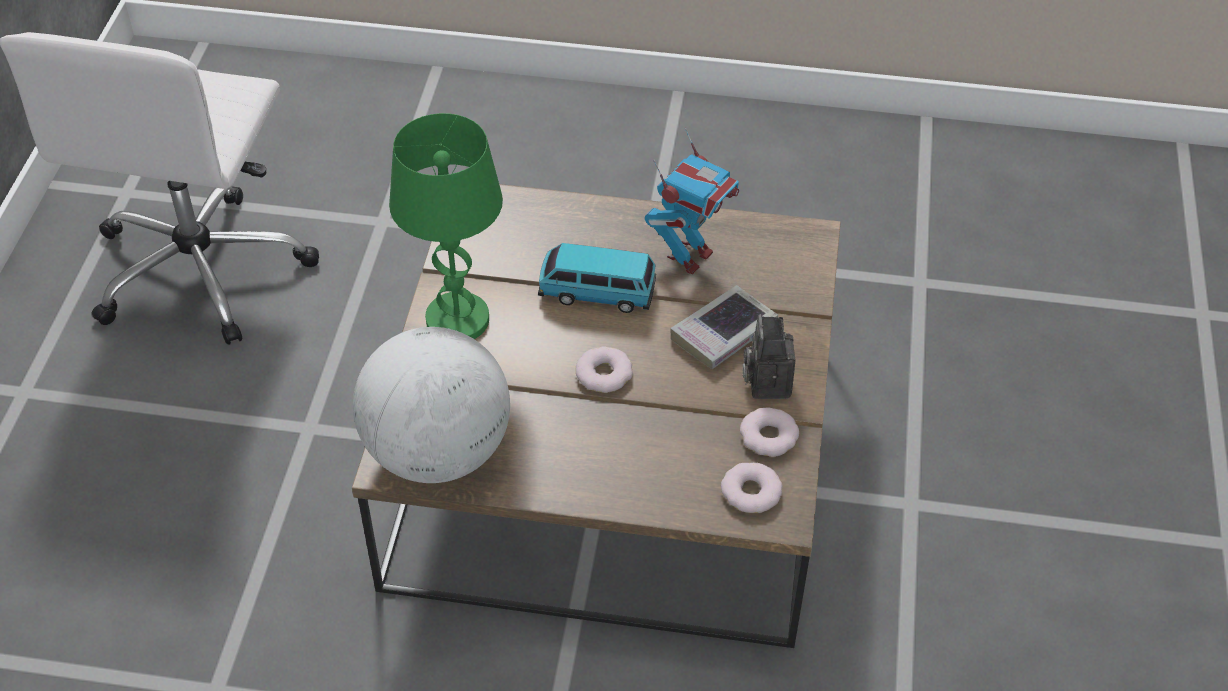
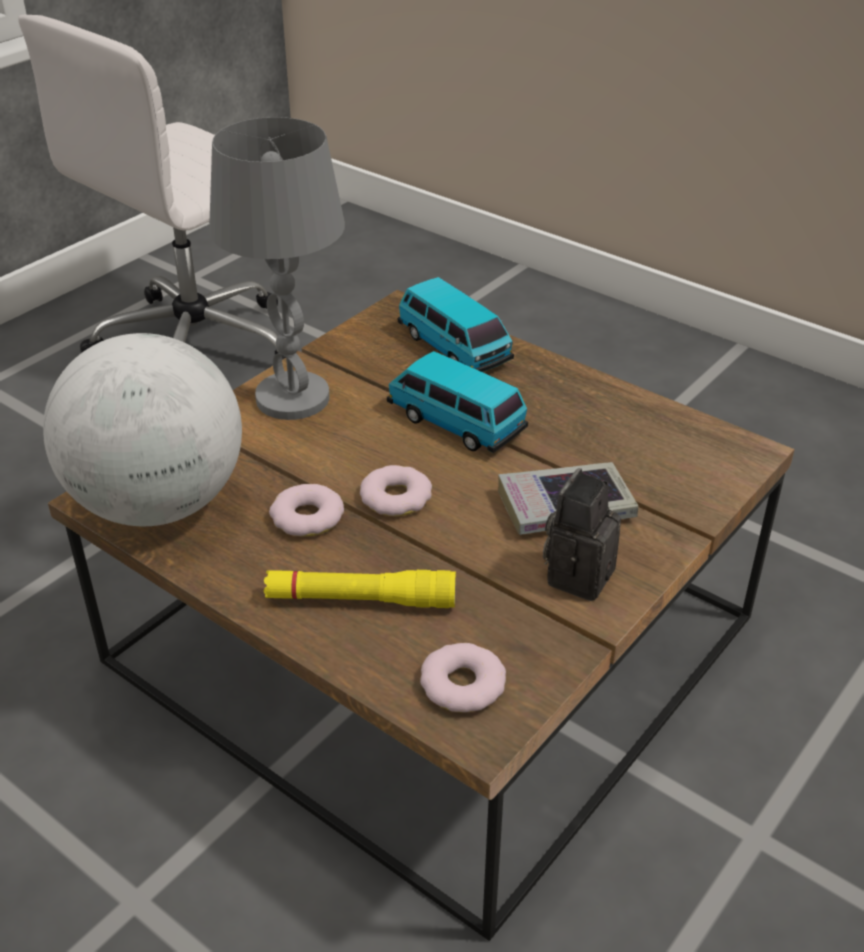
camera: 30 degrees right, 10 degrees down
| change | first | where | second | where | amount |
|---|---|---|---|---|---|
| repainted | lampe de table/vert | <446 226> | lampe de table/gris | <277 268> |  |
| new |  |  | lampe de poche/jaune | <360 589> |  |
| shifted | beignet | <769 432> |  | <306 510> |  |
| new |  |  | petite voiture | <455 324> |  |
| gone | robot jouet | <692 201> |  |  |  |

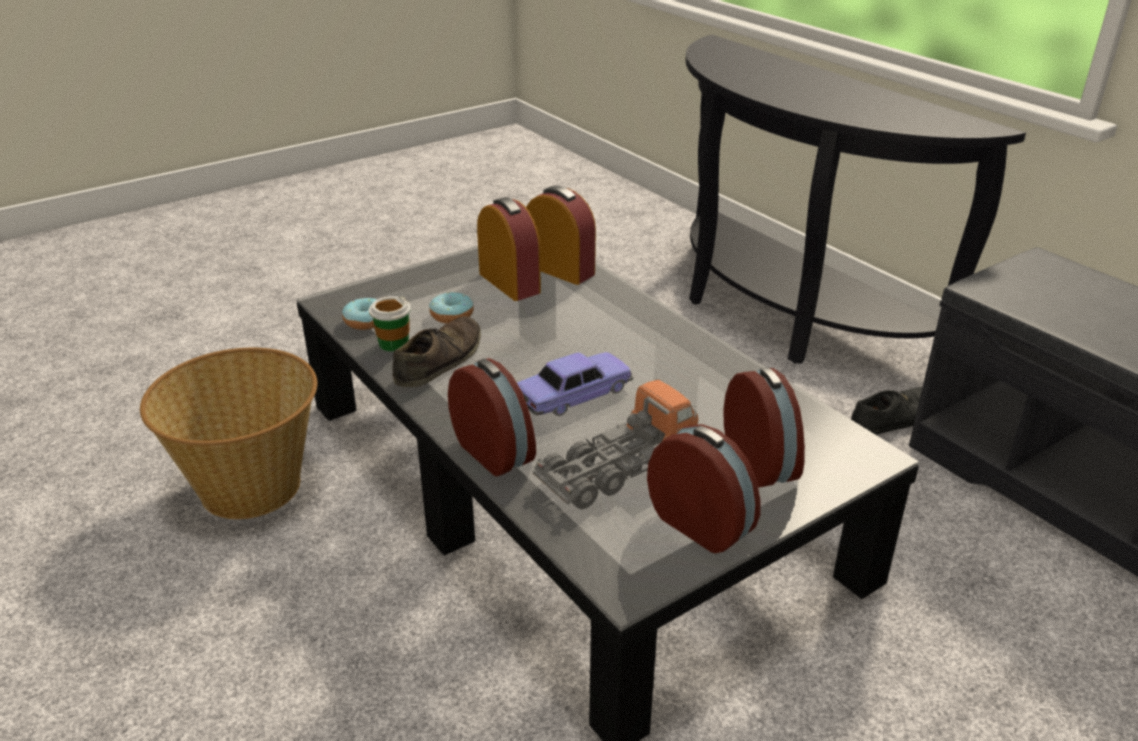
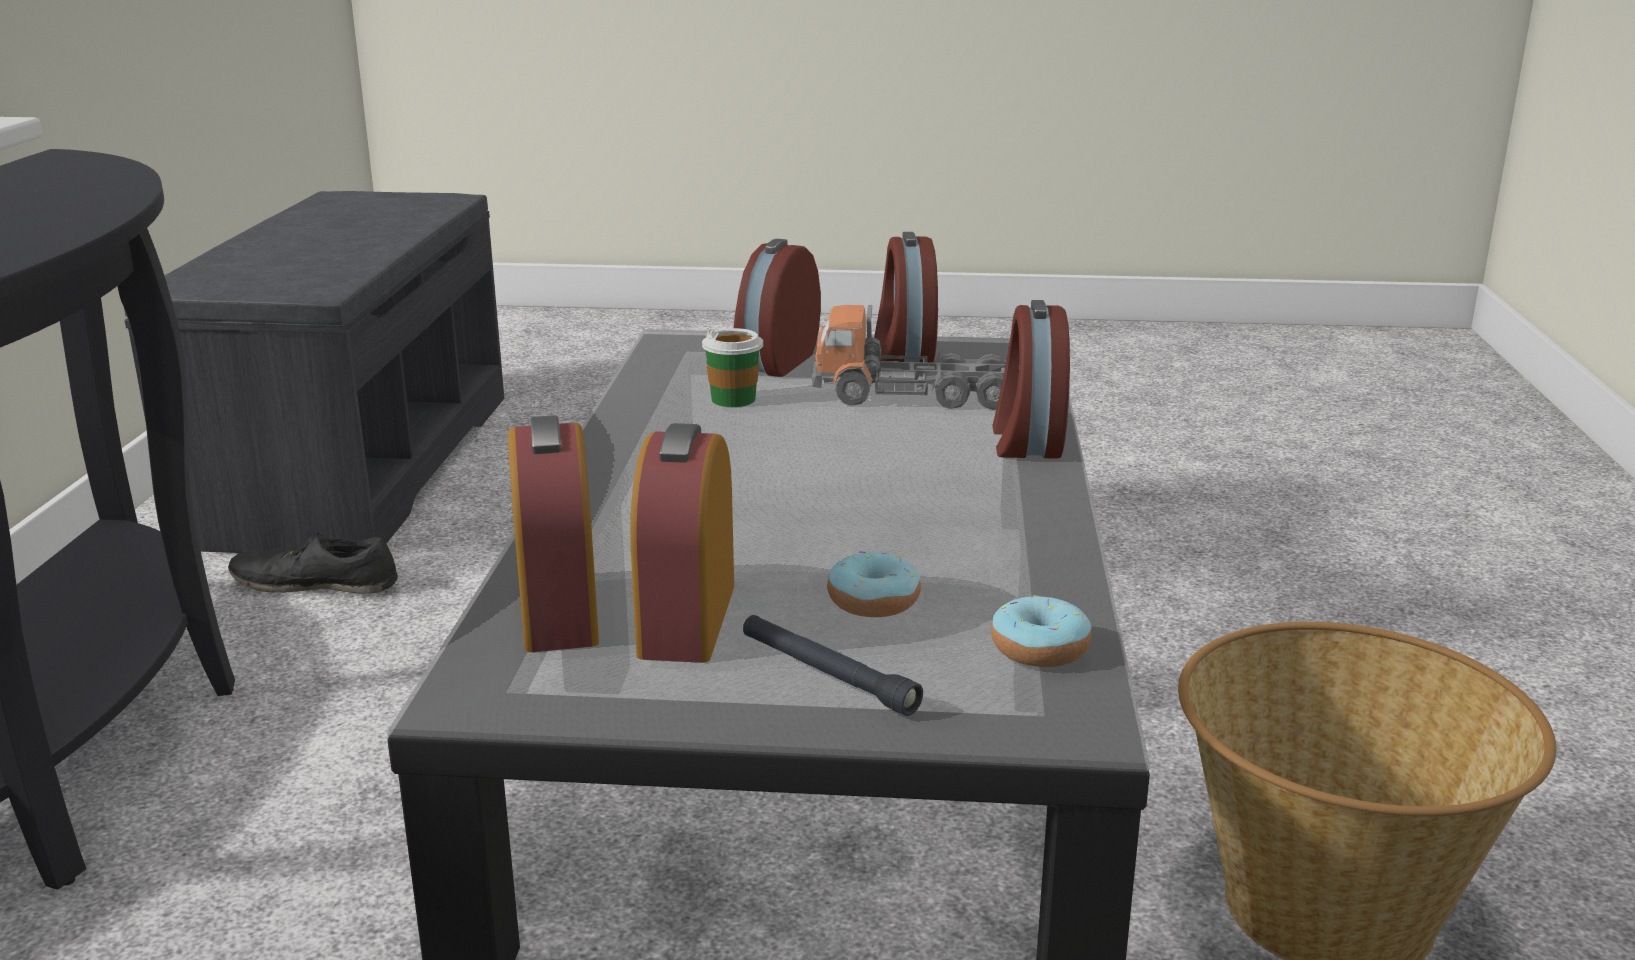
camera: 140 degrees left, 10 degrees down
| change | first | where | second | where | amount |
|---|---|---|---|---|---|
| shifted | tasse | <390 324> |  | <732 367> |  |
| new |  |  | lampe de poche/noir | <833 665> |  |
| gone | chaussure/marron | <436 351> |  |  |  |
| gone | petite voiture | <575 384> |  |  |  |

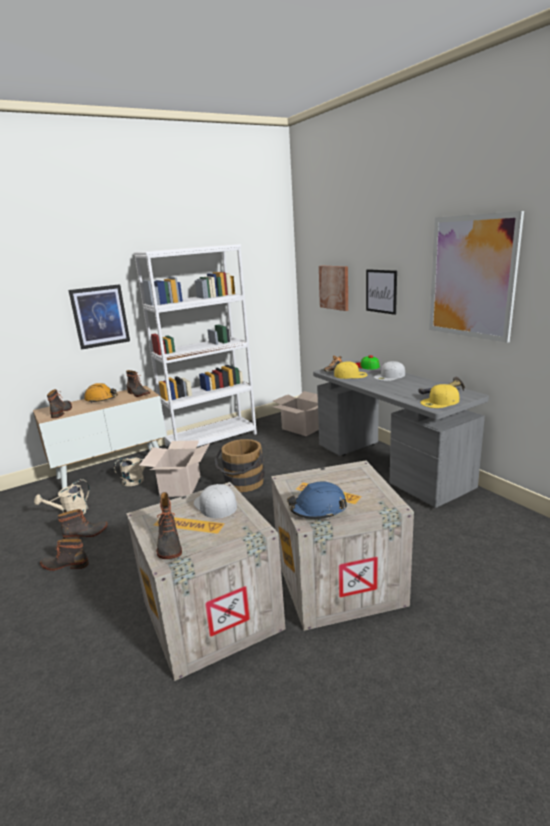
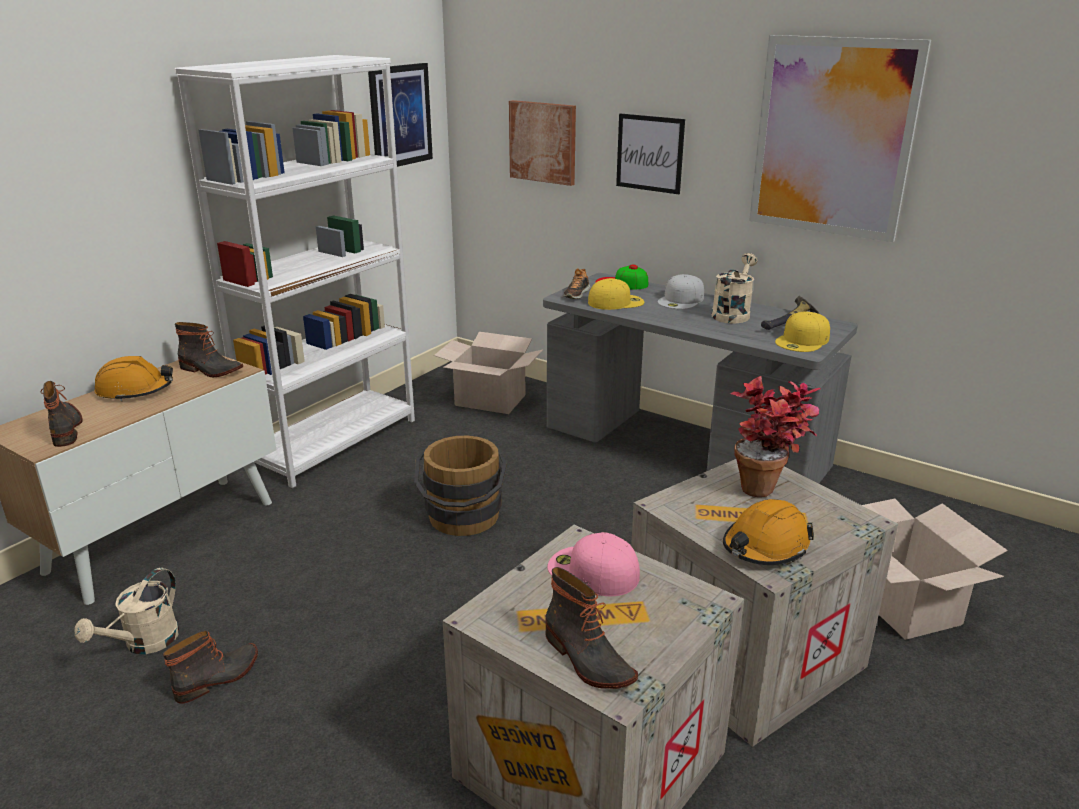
camera: 25 degrees left, 5 degrees up
| change | first | where | second | where | amount |
|---|---|---|---|---|---|
| shifted | tableau | <99 317> |  | <400 115> |  |
| repainted | casquette/blanc | <215 501> | casquette/rose | <593 564> |  |
| shifted | arrosoir/beige | <133 466> |  | <735 288> |  |
| repainted | casque de chantier/bleu | <317 500> | casque de chantier/orange | <768 532> |  |
| new |  |  | plante en pot | <775 436> |  |
| shifted | carton | <174 468> |  | <935 569> |  |
| gone | botte | <64 555> |  |  |  |

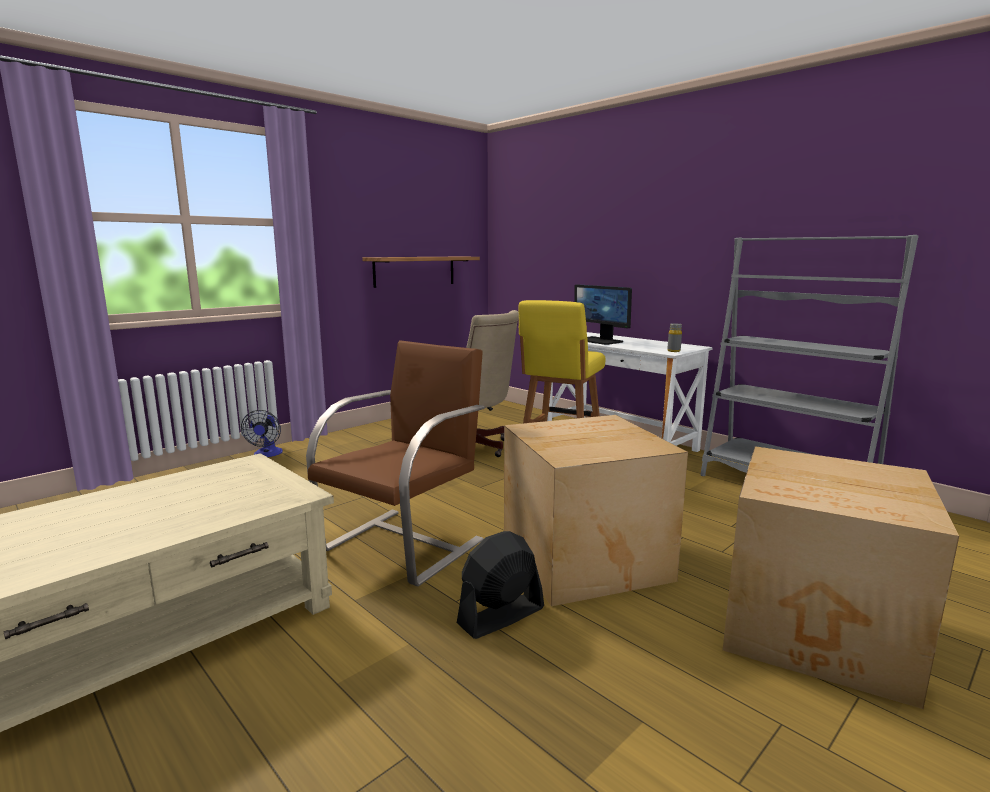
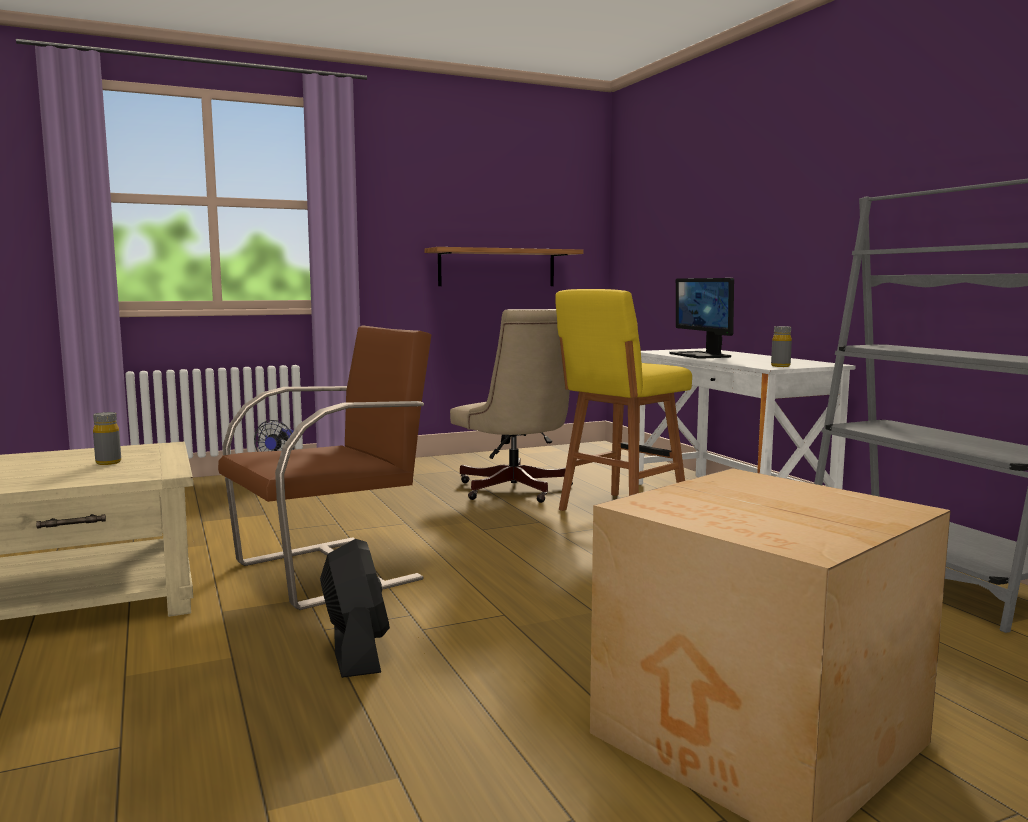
camera: 20 degrees right, 5 degrees down
| change | first | where | second | where | amount |
|---|---|---|---|---|---|
| new |  |  | bouteille/gris | <107 438> |  |
| rotated | ventilateur/noir | <500 585> |  | <355 608> | 90 degrees clockwise |
| gone | carton | <596 510> |  |  |  |

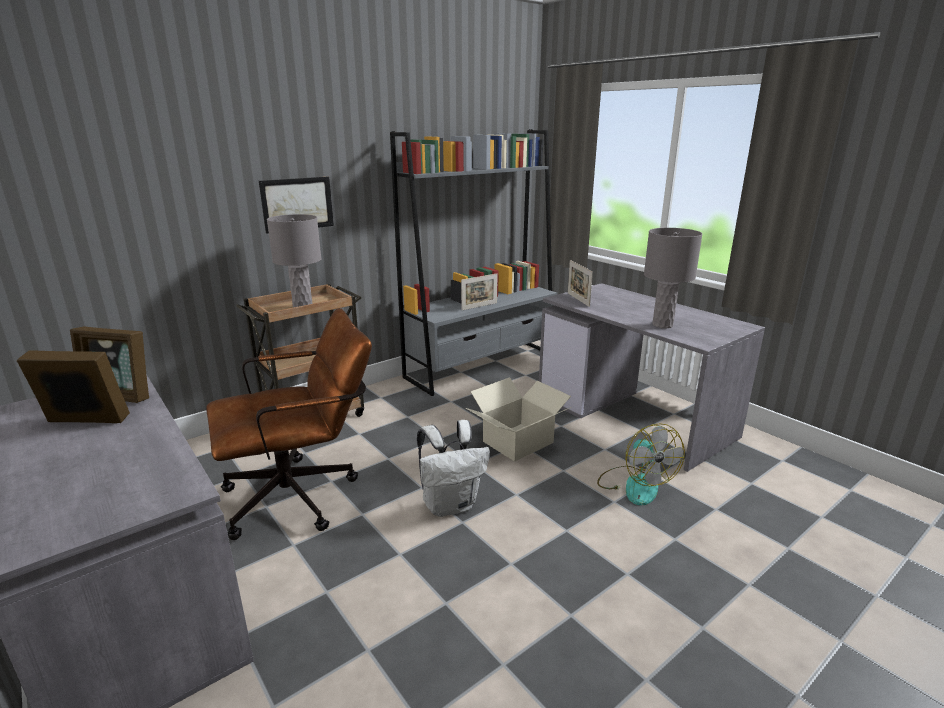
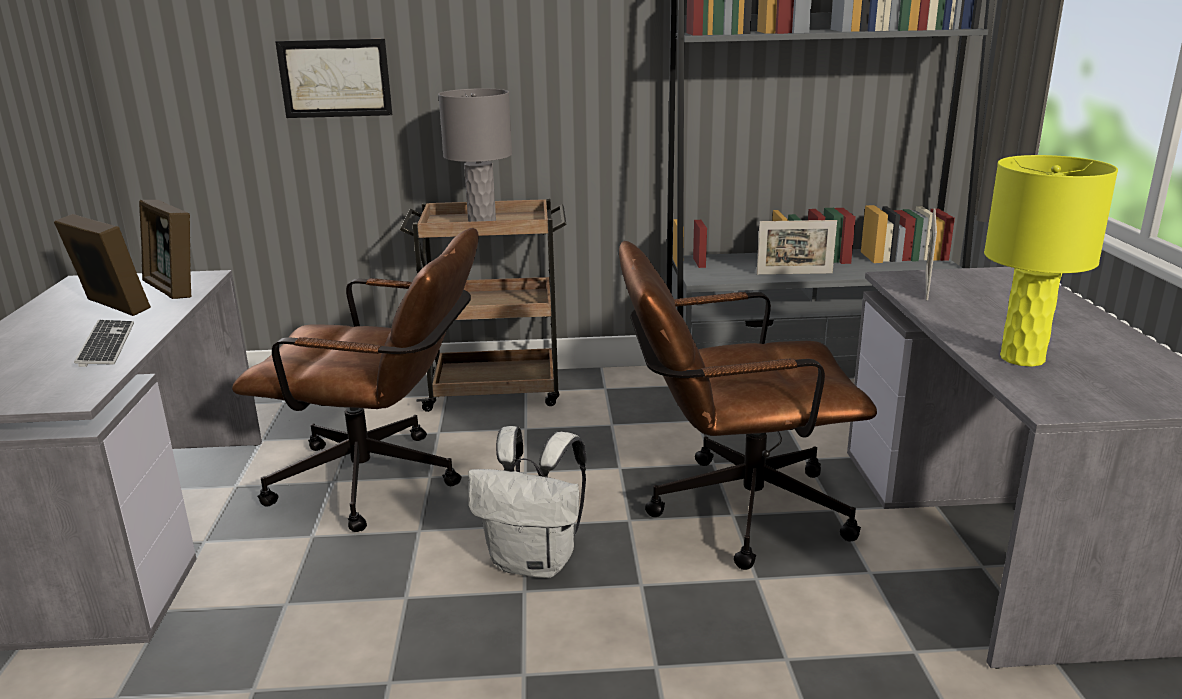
camera: 35 degrees right, 0 degrees up
| change | first | where | second | where | amount |
|---|---|---|---|---|---|
| new |  |  | clavier | <104 343> |  |
| shifted | tableau | <296 205> |  | <333 78> |  |
| swapped | carton | <519 419> | chaise de bureau/marron | <748 405> |  |
| repainted | lampe de table/gris | <673 278> | lampe de table/jaune | <1051 261> |  |
| gone | ventilateur | <641 464> |  |  |  |

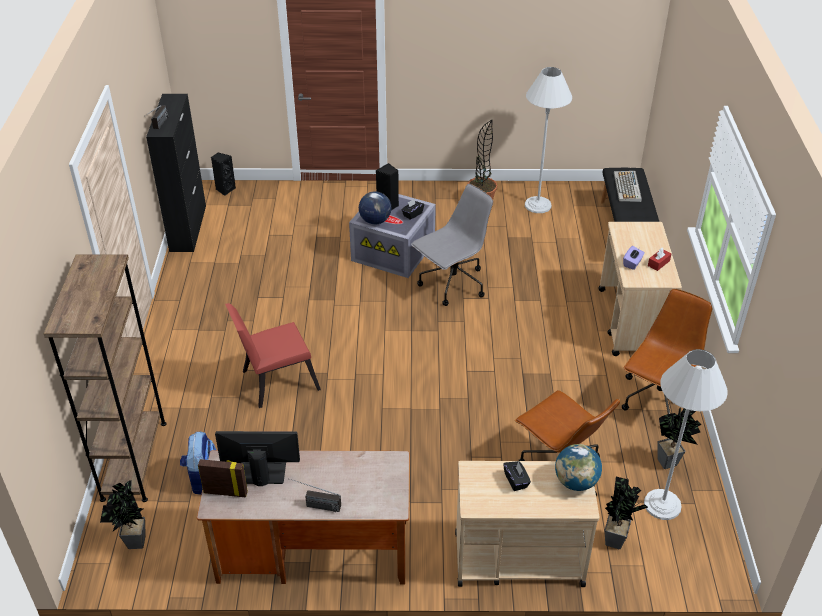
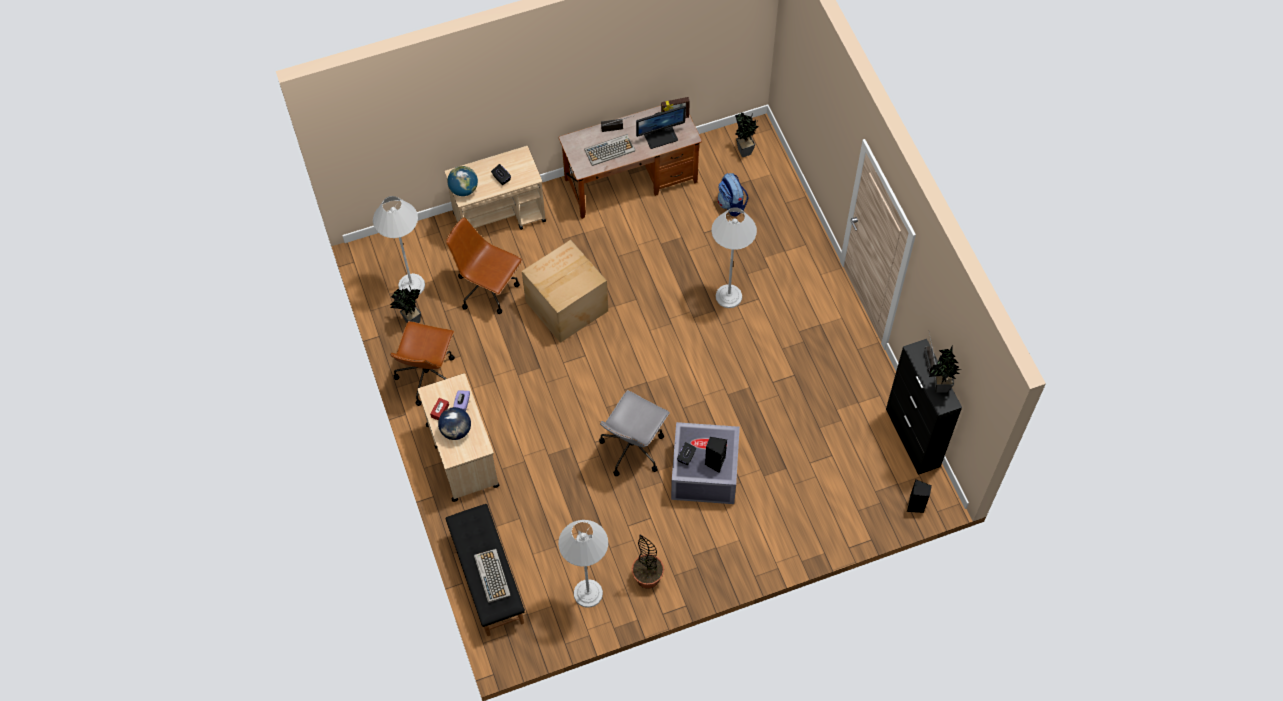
camera: 160 degrees right, 20 degrees up
| change | first | where | second | where | amount |
|---|---|---|---|---|---|
| shifted | globe | <375 207> |  | <454 423> |  |
| new |  |  | carton | <565 291> |  |
| new |  |  | clavier | <609 150> |  |
| swapped | chaise/rouge | <273 355> | lampadaire/blanc | <734 257> |  |
| shifted | plante en pot | <626 513> |  | <945 369> |  |
| gone | bibliothèque/marron | <105 378> |  |  |  |

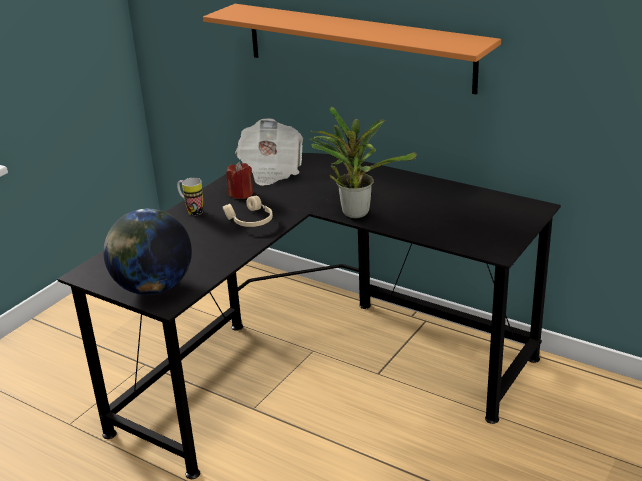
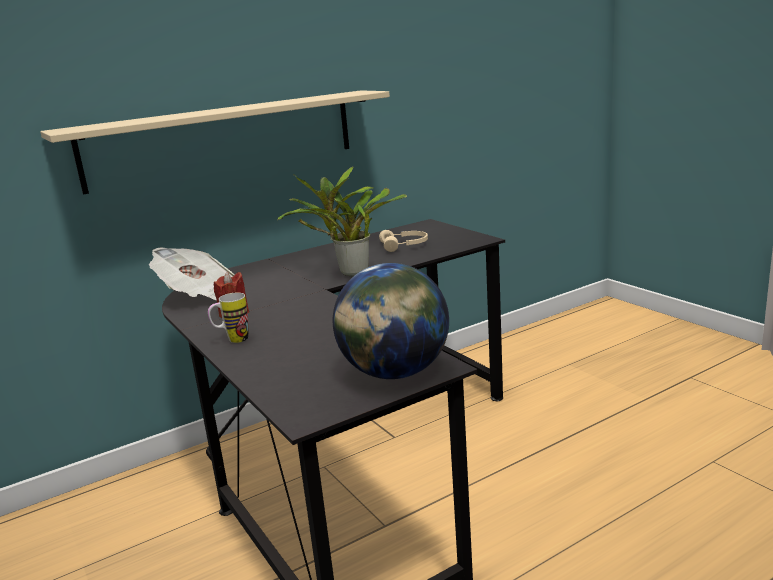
camera: 65 degrees left, 10 degrees down
| change | first | where | second | where | amount |
|---|---|---|---|---|---|
| repainted | étagère/orange | <352 49> | étagère/beige | <215 142> |  |
| shifted | casque audio/beige | <248 211> |  | <403 241> |  |

